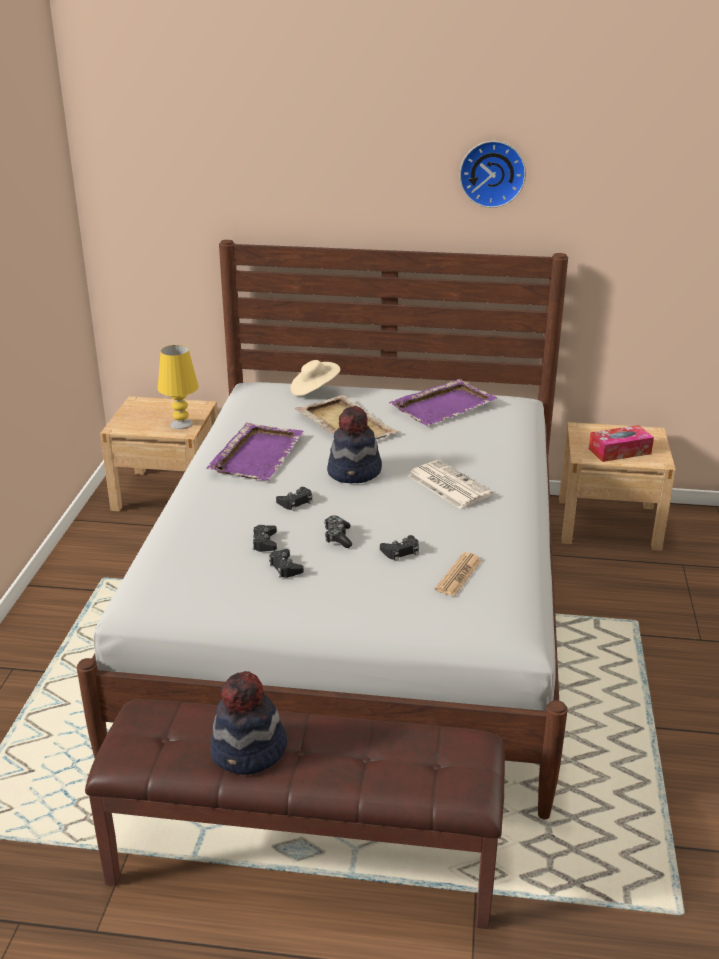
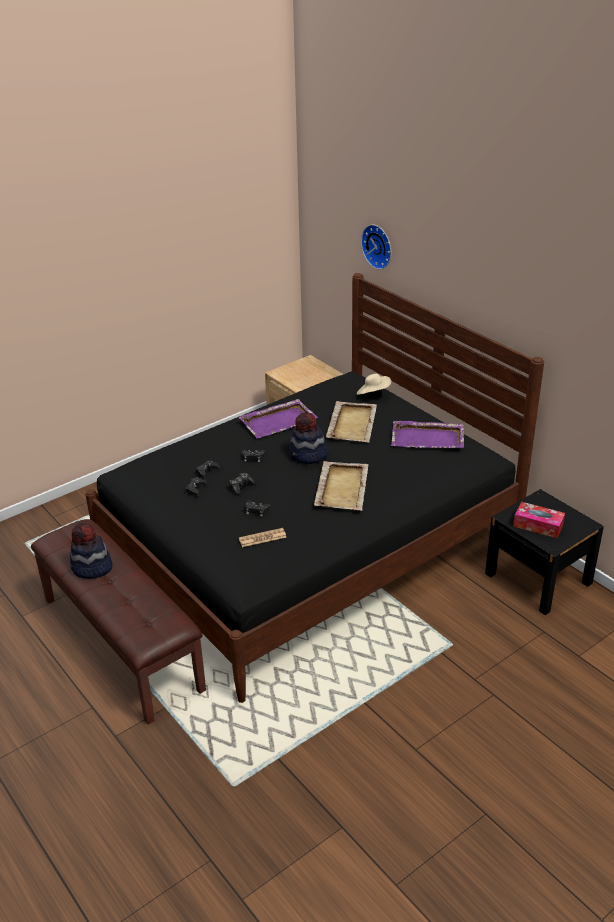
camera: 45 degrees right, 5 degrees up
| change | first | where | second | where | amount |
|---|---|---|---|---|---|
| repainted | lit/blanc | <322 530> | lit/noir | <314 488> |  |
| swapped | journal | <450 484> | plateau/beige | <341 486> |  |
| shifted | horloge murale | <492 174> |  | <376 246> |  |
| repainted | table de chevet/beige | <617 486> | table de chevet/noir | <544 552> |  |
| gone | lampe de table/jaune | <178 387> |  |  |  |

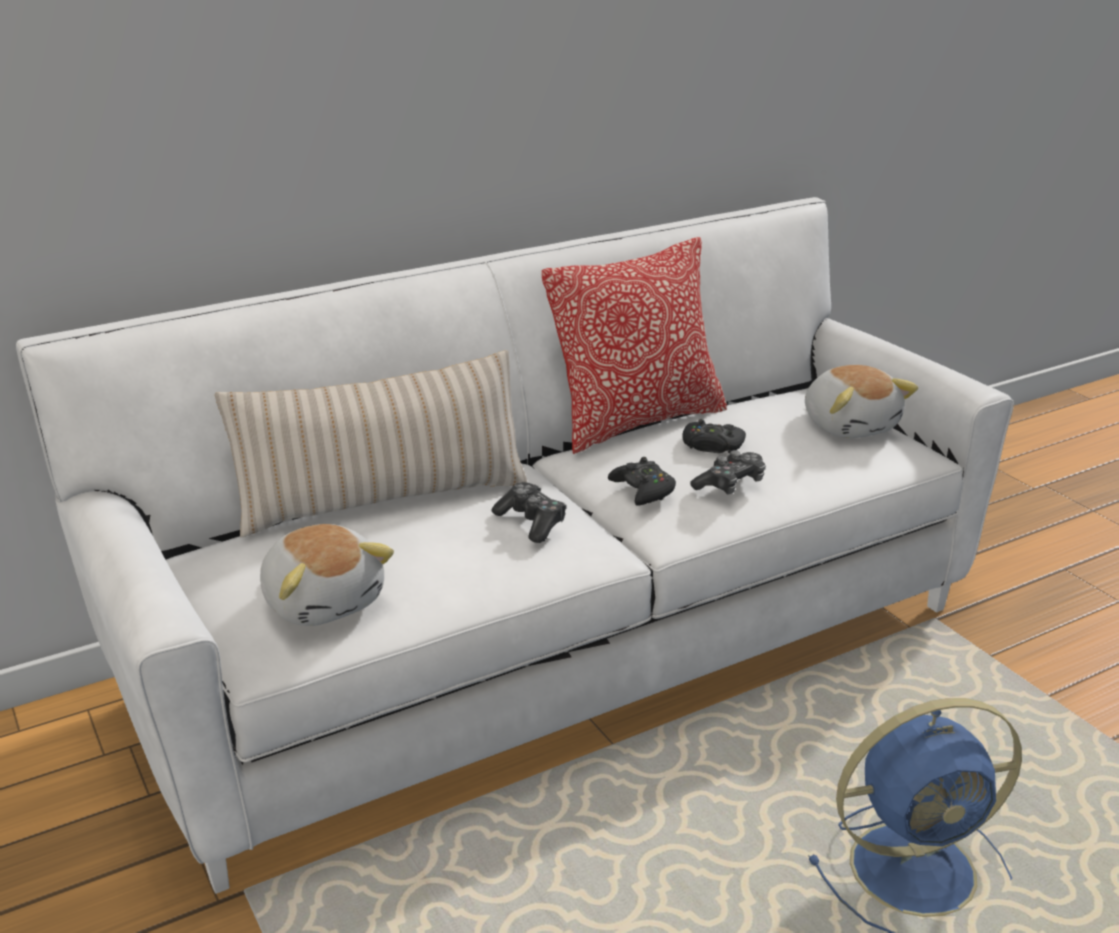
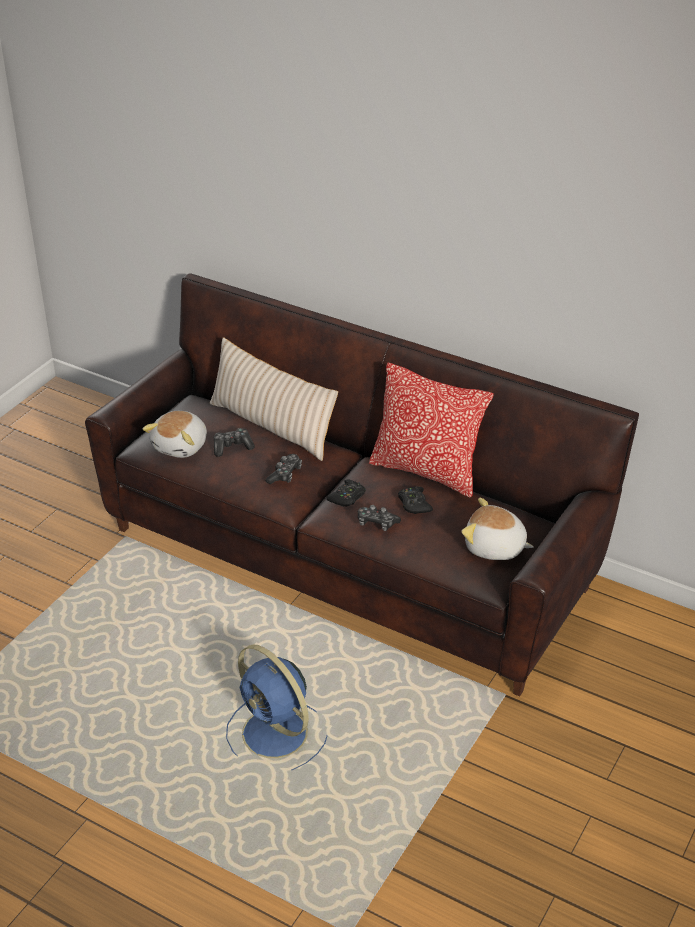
camera: 60 degrees right, 10 degrees up
| change | first | where | second | where | amount |
|---|---|---|---|---|---|
| repainted | canapé/blanc | <515 545> | canapé/marron | <362 484> |  |
| new |  |  | manette | <234 442> |  |
| rotated | peluche | <861 401> |  | <498 528> | 75 degrees clockwise |

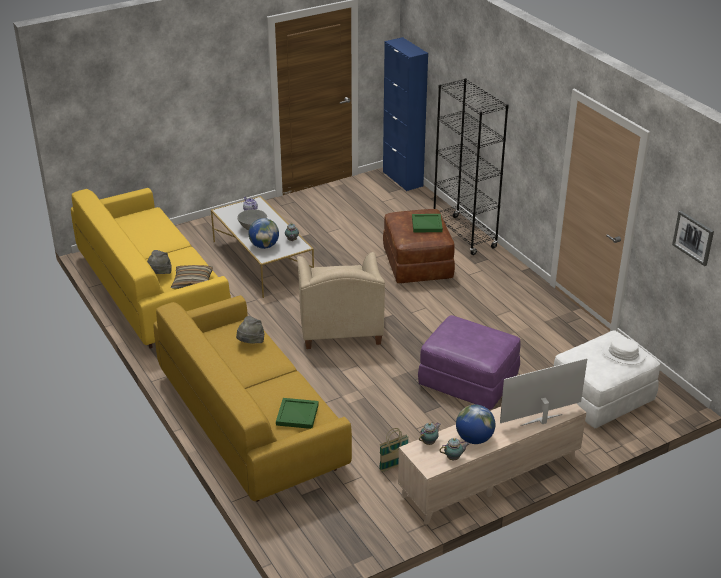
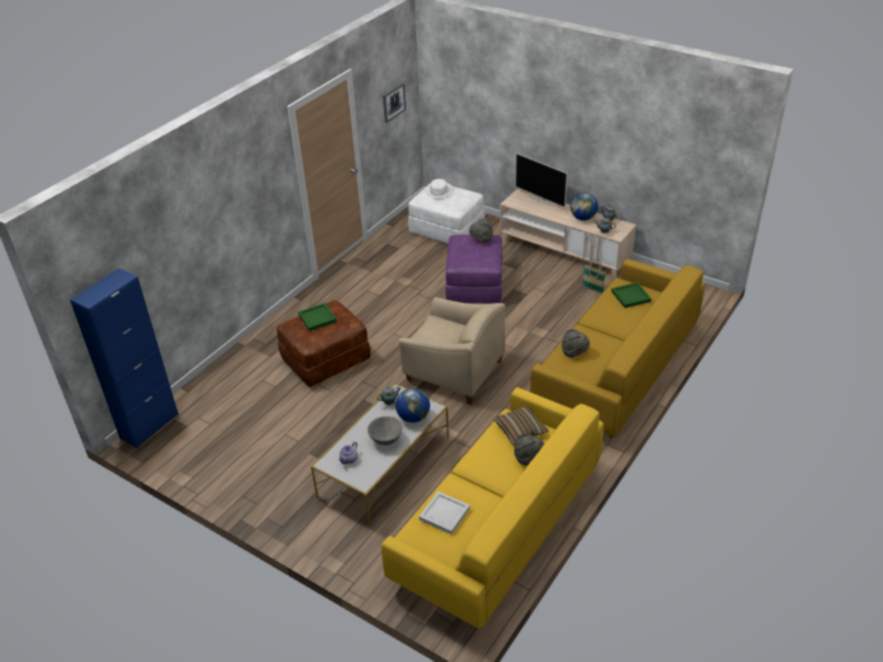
camera: 115 degrees left, 5 degrees up
| change | first | where | second | where | amount |
|---|---|---|---|---|---|
| rotated | fauteuil/beige | <341 300> |  | <452 350> | 60 degrees clockwise |
| new |  |  | plateau/blanc | <444 513> |  |
| new |  |  | chapeau/gris | <481 230> |  |
| gone | bibliothèque/noir | <471 166> |  |  |  |

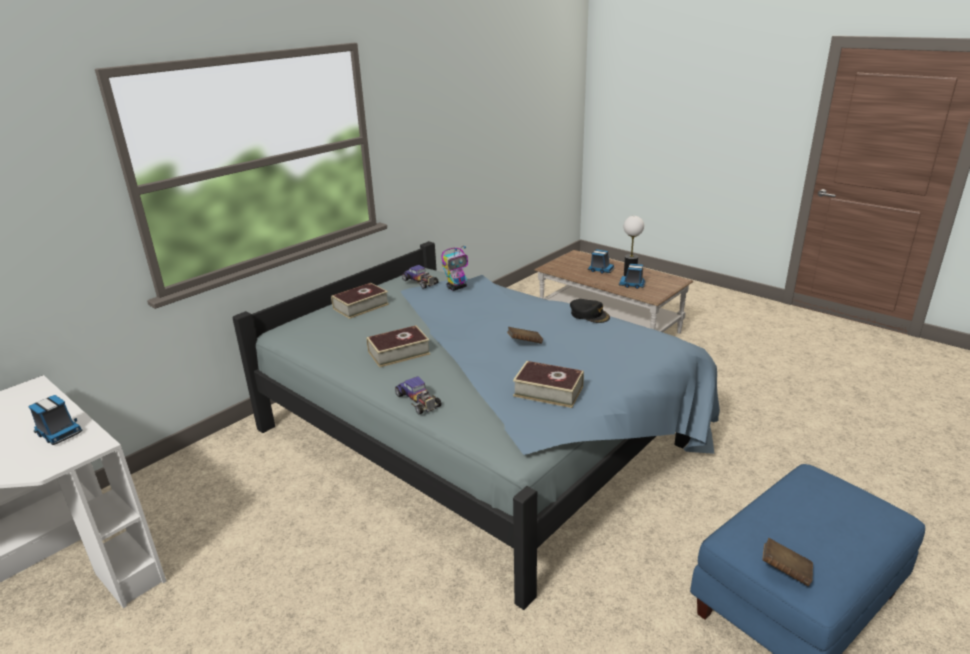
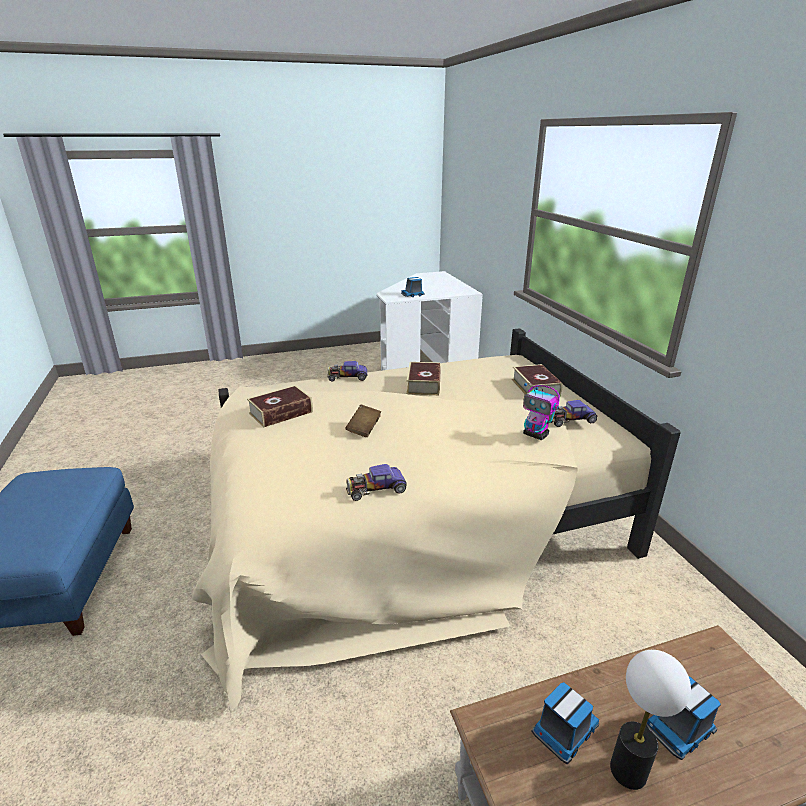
camera: 120 degrees right, 0 degrees up
| change | first | where | second | where | amount |
|---|---|---|---|---|---|
| repainted | lit/bleu | <476 425> | lit/beige | <436 519> |  |
| swapped | casquette/noir | <590 311> | petite voiture | <376 482> |  |
| rotated | robot jouet | <455 268> |  | <541 411> | 45 degrees counterclockwise |
| gone | livre/marron | <787 562> |  |  |  |

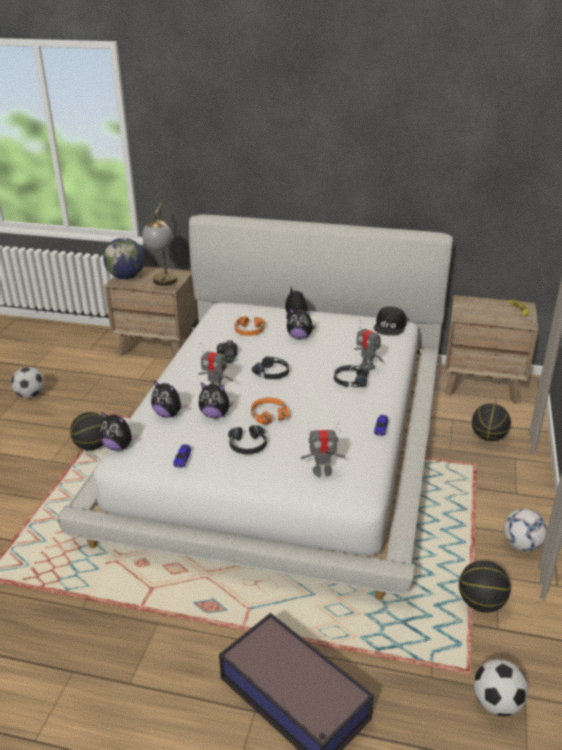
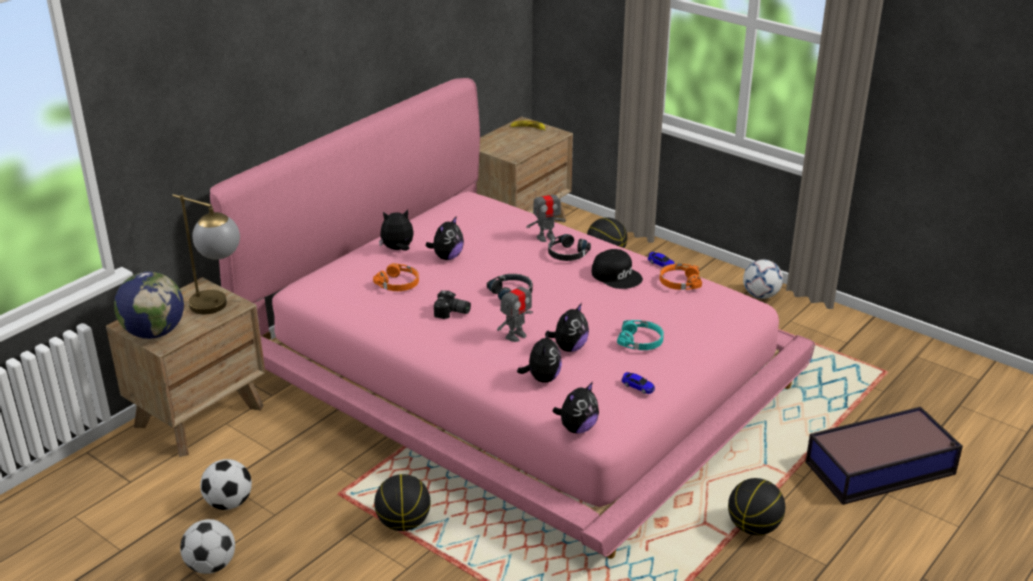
camera: 65 degrees left, 0 degrees up
| change | first | where | second | where | amount |
|---|---|---|---|---|---|
| shifted | ballon de foot | <501 687> |  | <226 484> |  |
| repainted | lit/blanc | <255 407> | lit/rose | <512 318> |  |
| rotated | peluche | <169 399> |  | <539 356> | 45 degrees counterclockwise |
| shifted | casquette/noir | <390 321> |  | <617 269> |  |
| repainted | casque audio/noir | <247 439> | casque audio/turquoise | <640 335> |  |
| shifted | casque audio/orange | <270 411> |  | <681 277> |  |
| shifted | ballon de basket | <485 586> |  | <756 506> |  |
| gone | robot jouet | <323 450> |  |  |  |

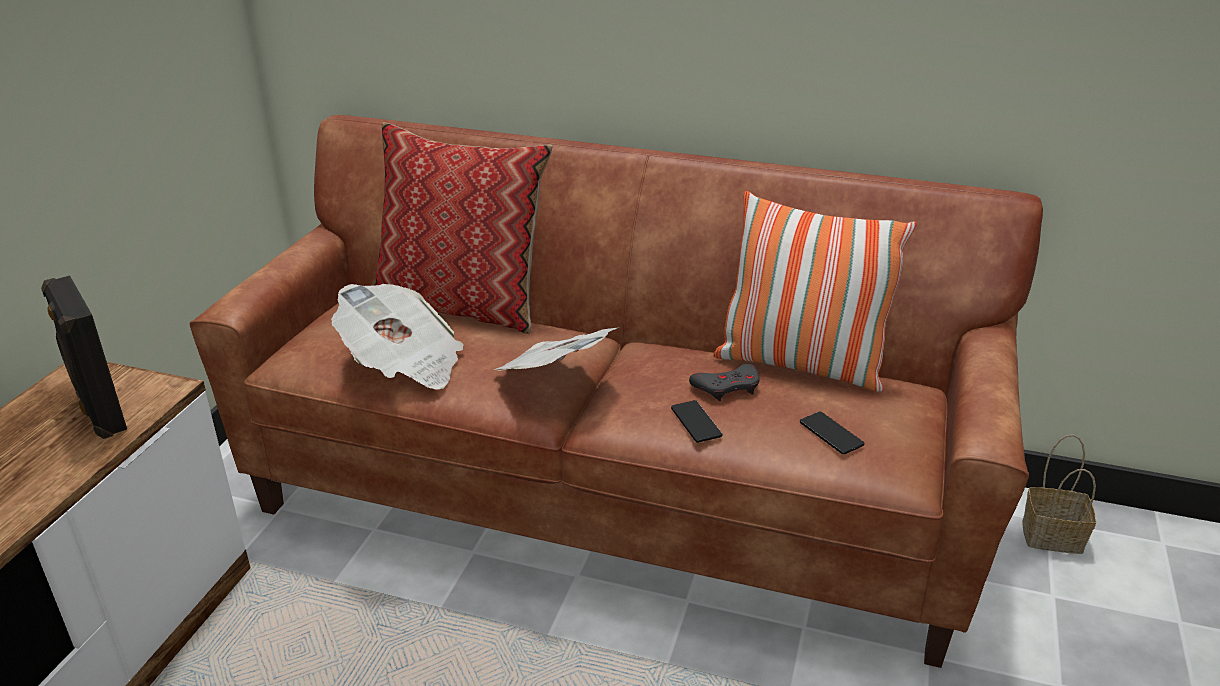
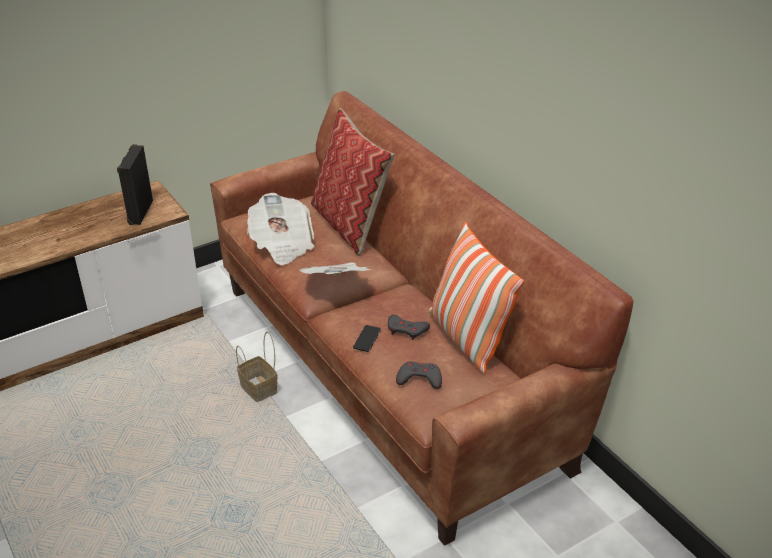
camera: 40 degrees right, 5 degrees up
| change | first | where | second | where | amount |
|---|---|---|---|---|---|
| shifted | panier | <1059 494> |  | <257 367> |  |
| swapped | téléphone | <832 433> | manette/gris | <419 375> |  |

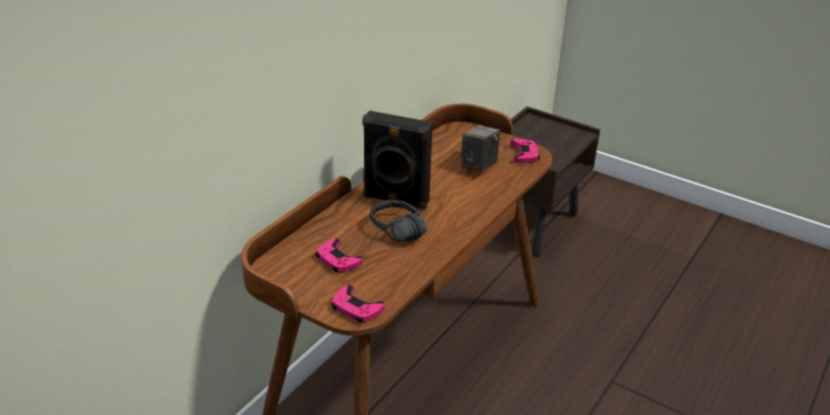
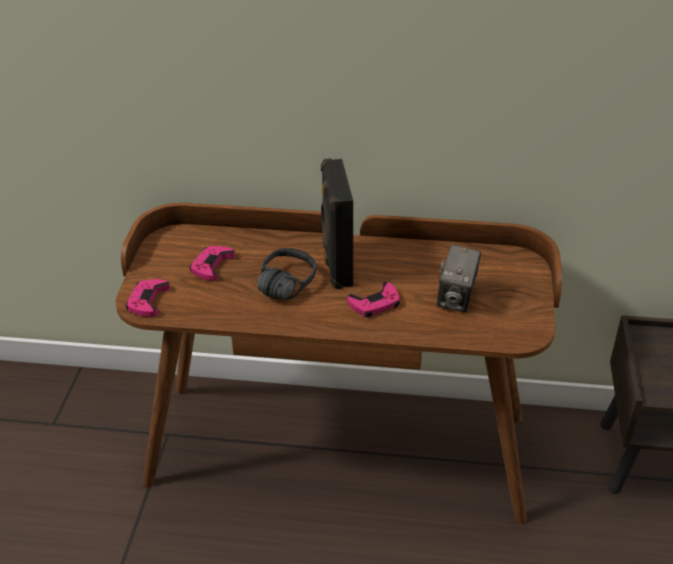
camera: 65 degrees right, 5 degrees up
| change | first | where | second | where | amount |
|---|---|---|---|---|---|
| shifted | manette/rose | <525 151> |  | <373 299> |  |
| rotated | appareil photo | <480 148> |  | <459 278> | 105 degrees clockwise |

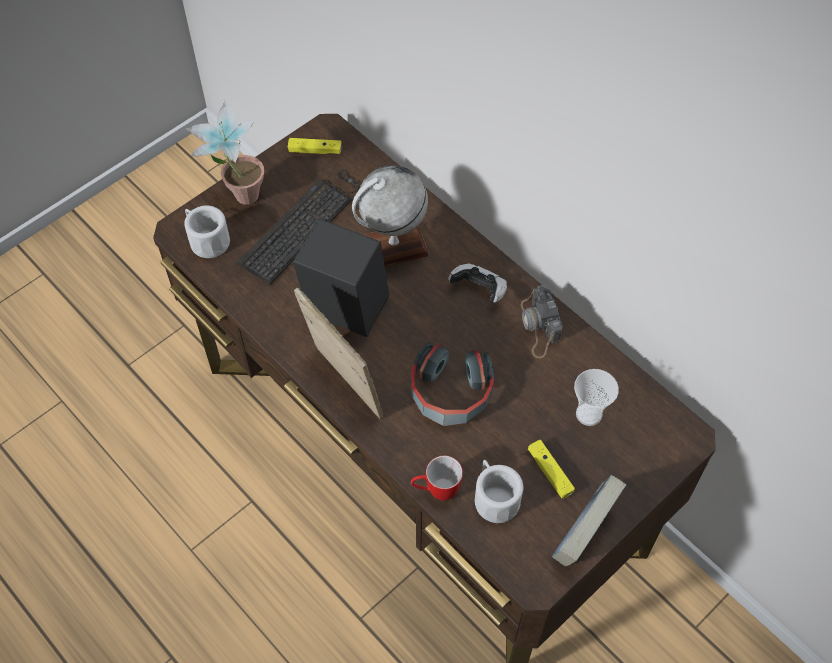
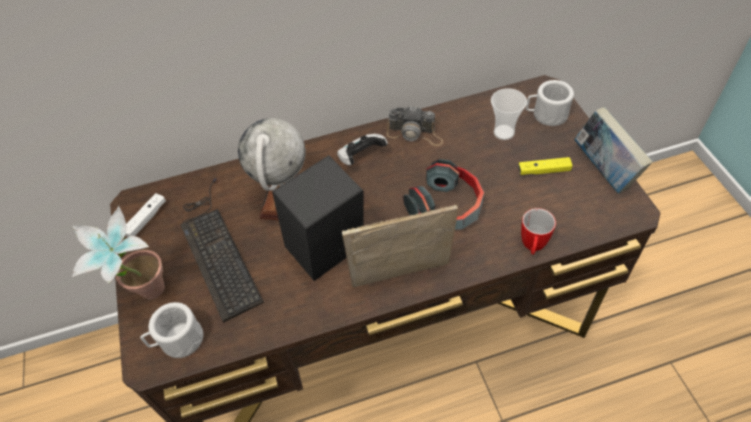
camera: 60 degrees left, 5 degrees down
| change | first | where | second | where | amount |
|---|---|---|---|---|---|
| repainted | manette/jaune | <315 146> | manette/blanc | <146 215> |  |
| shifted | mug/blanc | <499 491> |  | <550 103> |  |

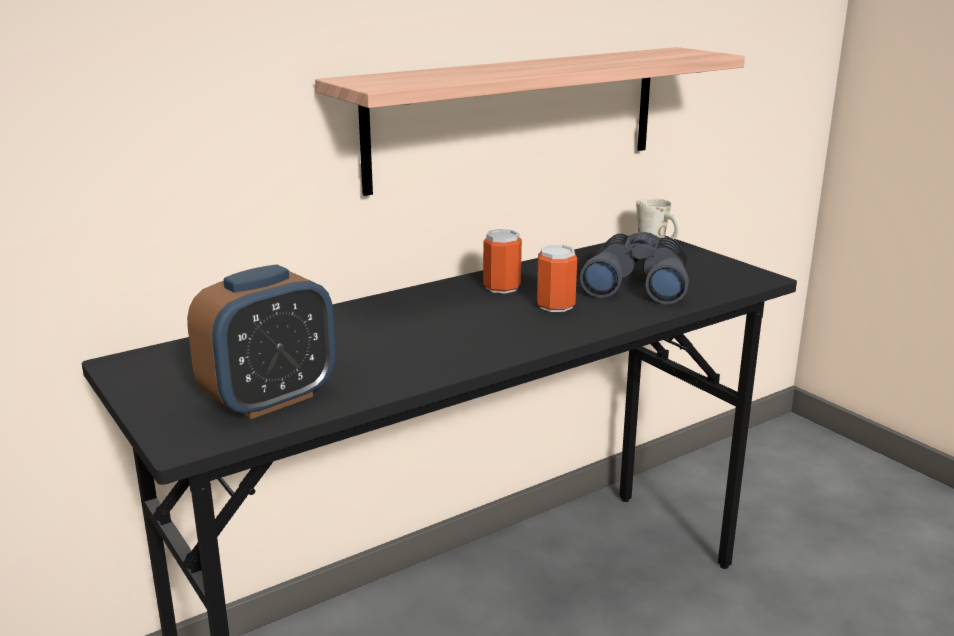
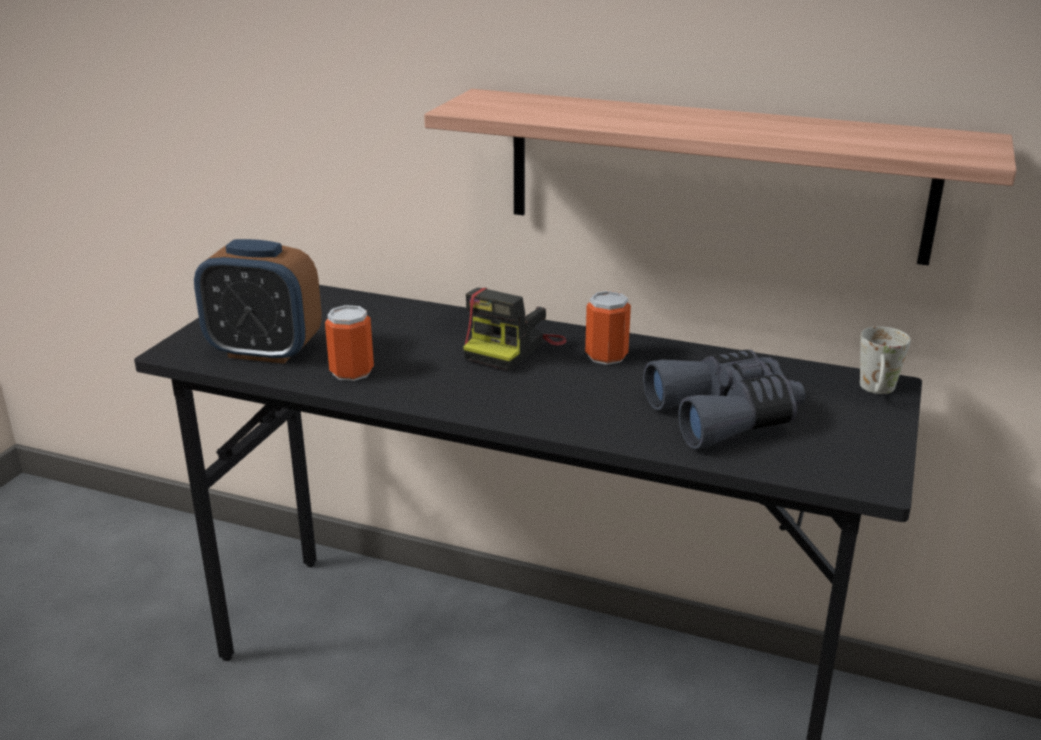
camera: 55 degrees right, 5 degrees up
| change | first | where | second | where | amount |
|---|---|---|---|---|---|
| shifted | boîte métallique | <557 278> |  | <349 343> |  |
| new |  |  | appareil photo | <515 329> |  |

